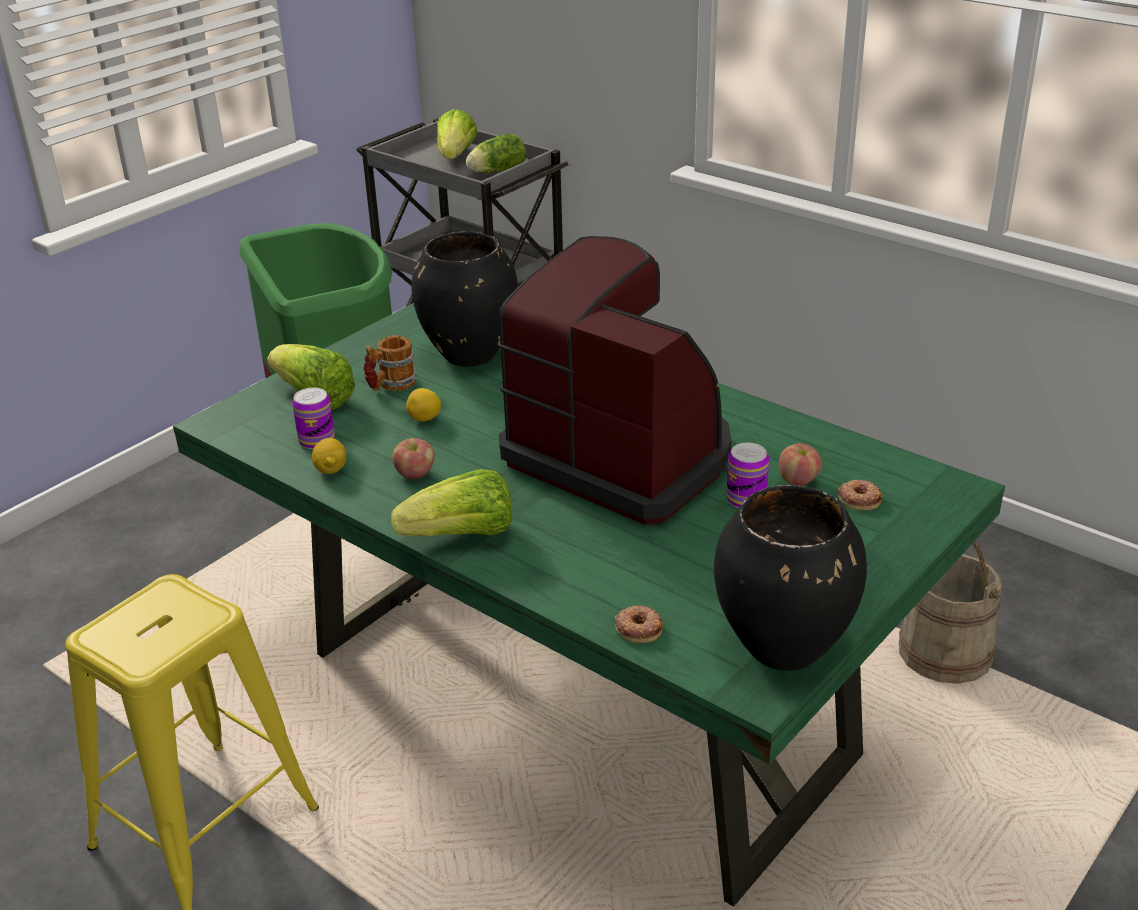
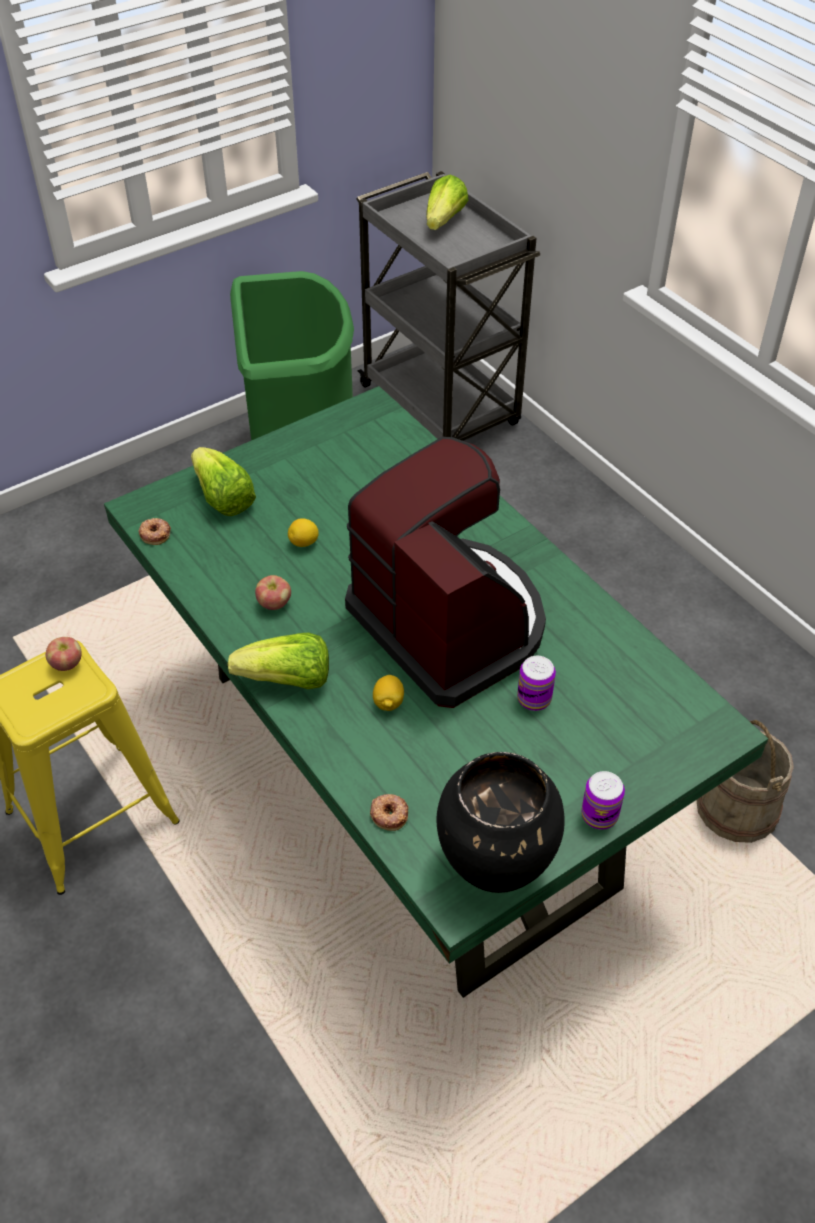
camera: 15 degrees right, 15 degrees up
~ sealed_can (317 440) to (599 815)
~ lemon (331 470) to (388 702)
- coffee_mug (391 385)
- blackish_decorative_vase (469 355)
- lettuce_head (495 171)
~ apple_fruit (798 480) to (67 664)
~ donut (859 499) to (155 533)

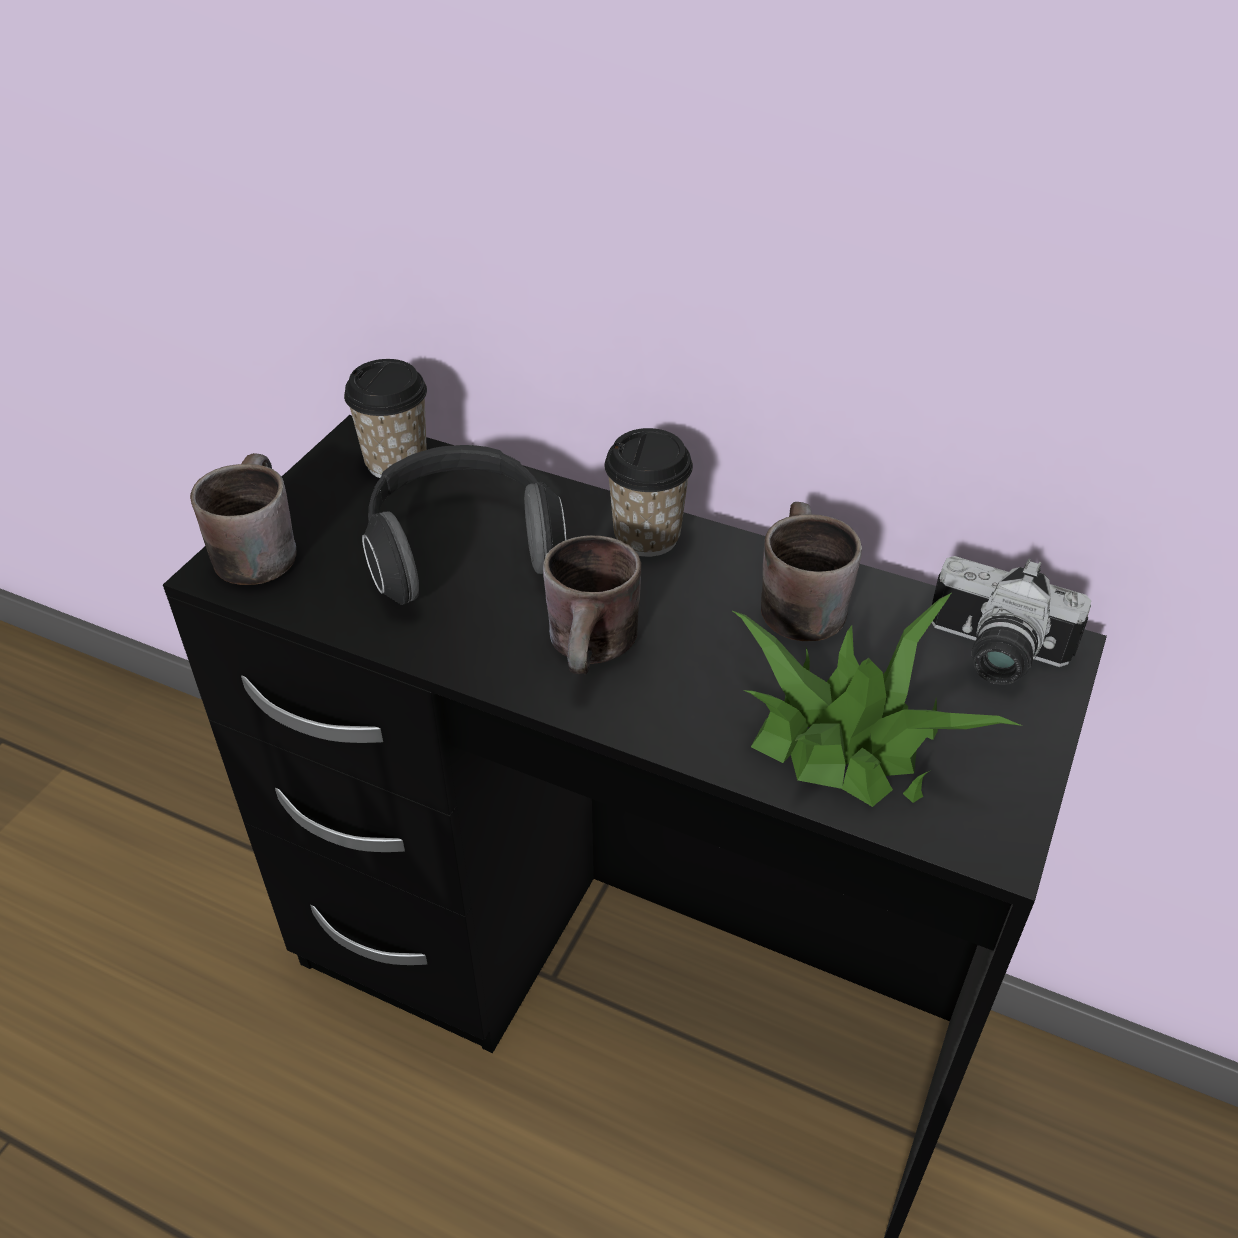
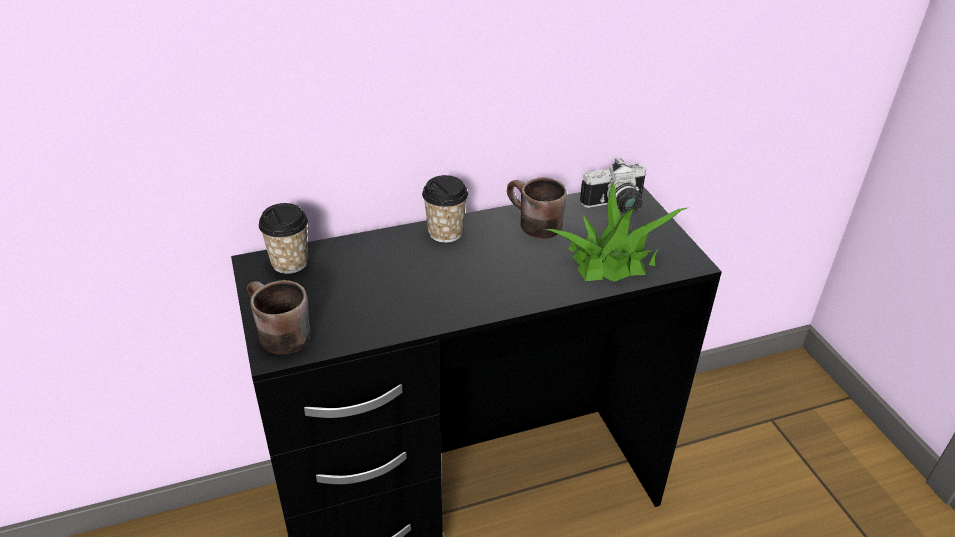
camera: 45 degrees left, 5 degrees down
- headset (461 548)
- brownish_coffee_mug (598 651)

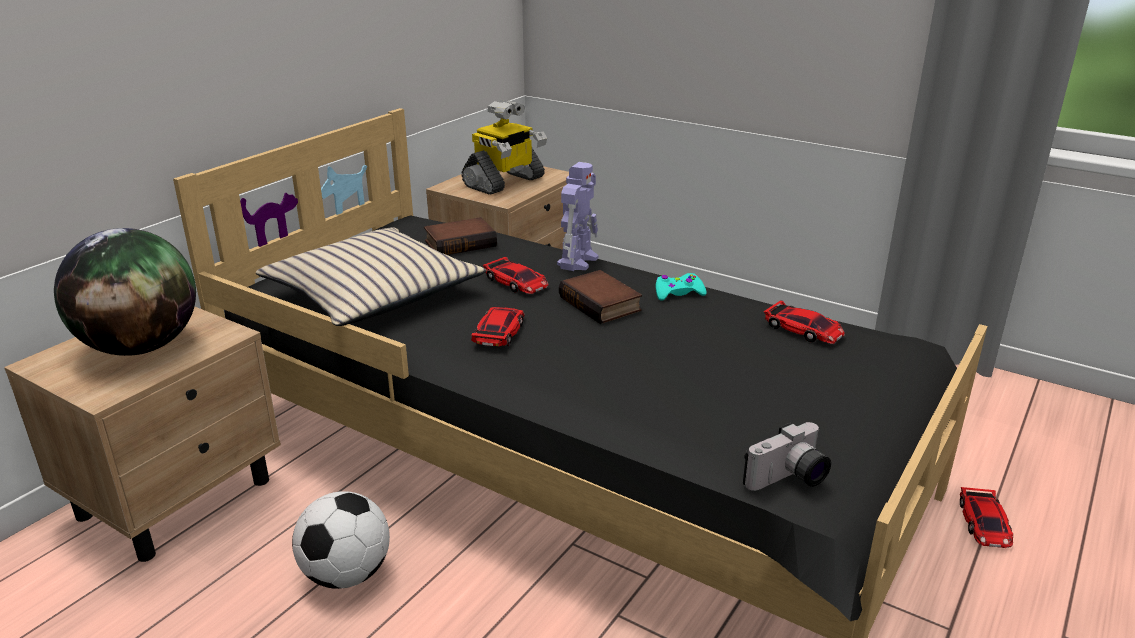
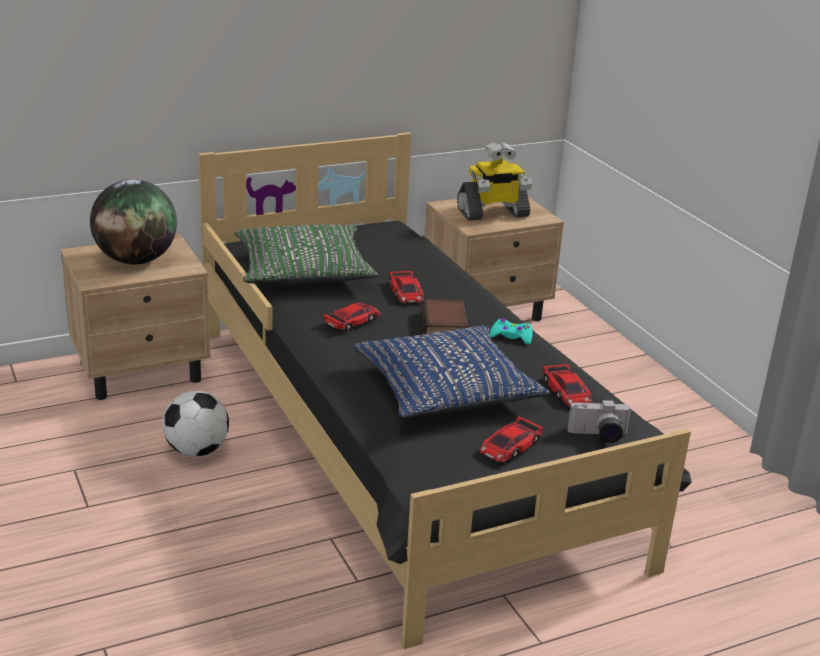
camera: 30 degrees right, 0 degrees up
~ beige-coloured_pillow (372 294) to greenish_pillow (303 270)
- volume (461 242)
- robot_figure (578 261)
~ still_camera (789 480) to (598 436)
~ model_car (984 523) to (510 446)
+ blue-coloured_pillow (446 388)

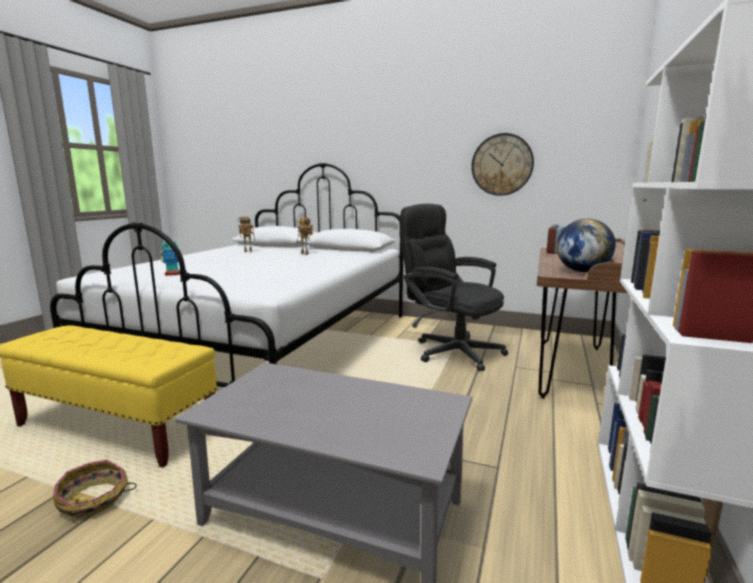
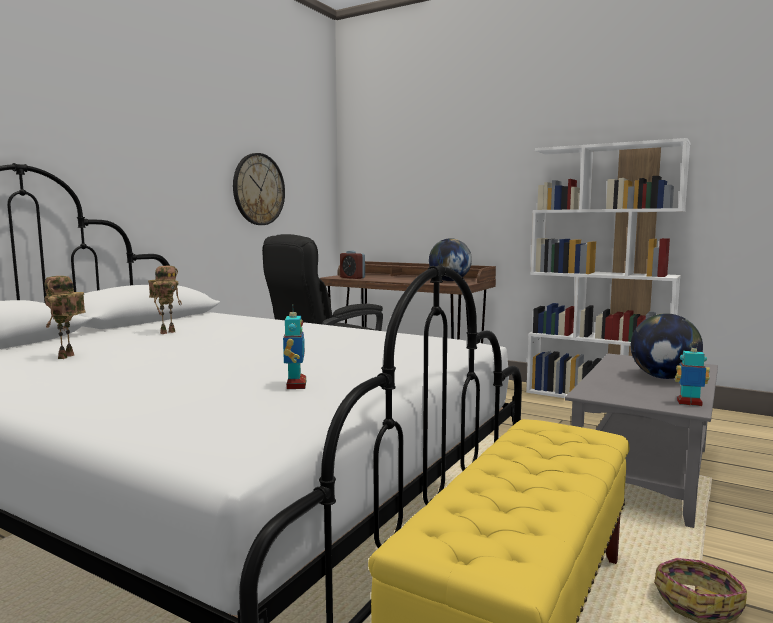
camera: 80 degrees left, 5 degrees down
+ globe (663 377)
+ robot_figure (689 403)

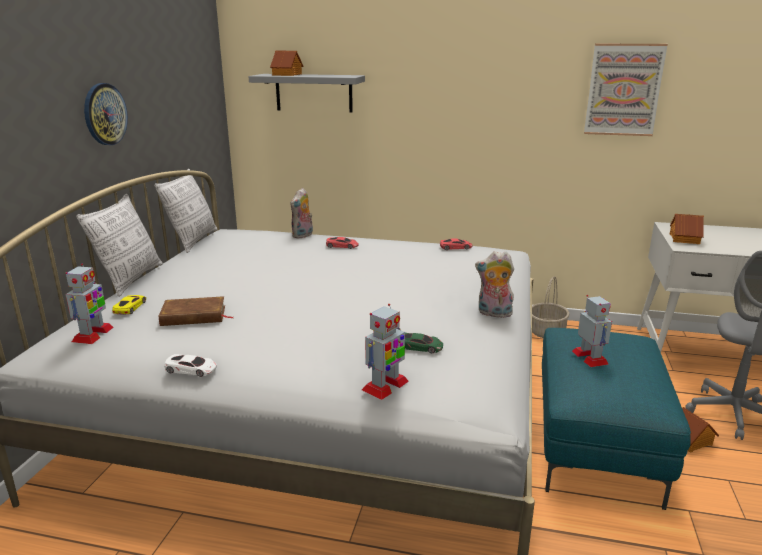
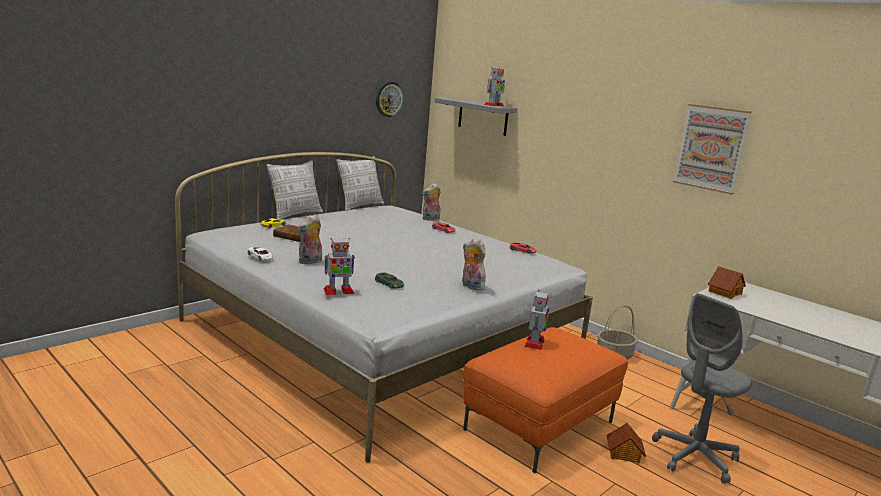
camera: 30 degrees right, 5 degrees down
~ robot_figure (93 335) to (494 105)
~ hanging_clock (104 114) to (389 99)
- model_house (287 74)
~ turquoise-coloured_pouffe (594 445) to orangey_pouffe (538 425)
+ soft_toy (310 262)

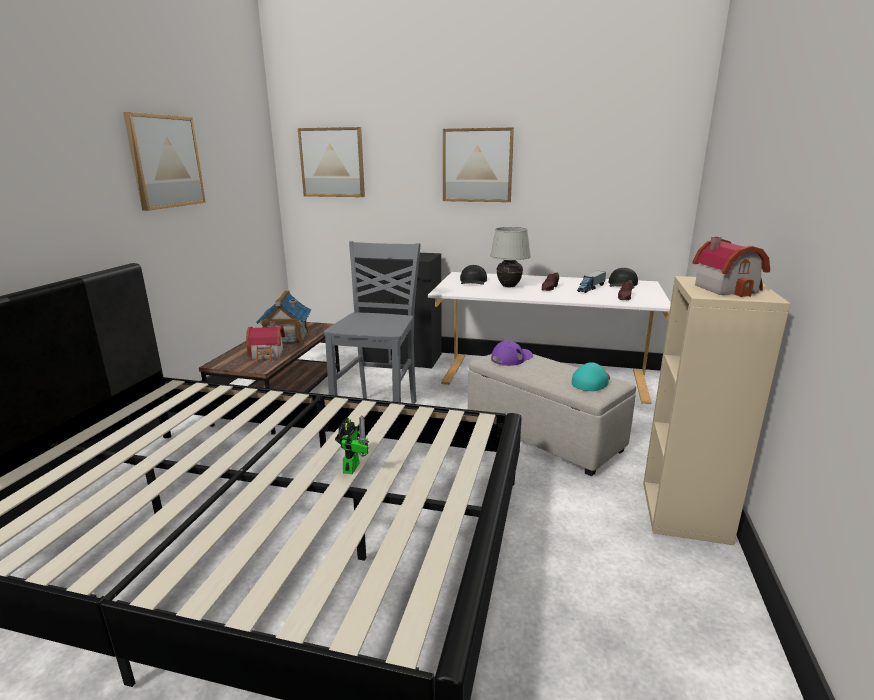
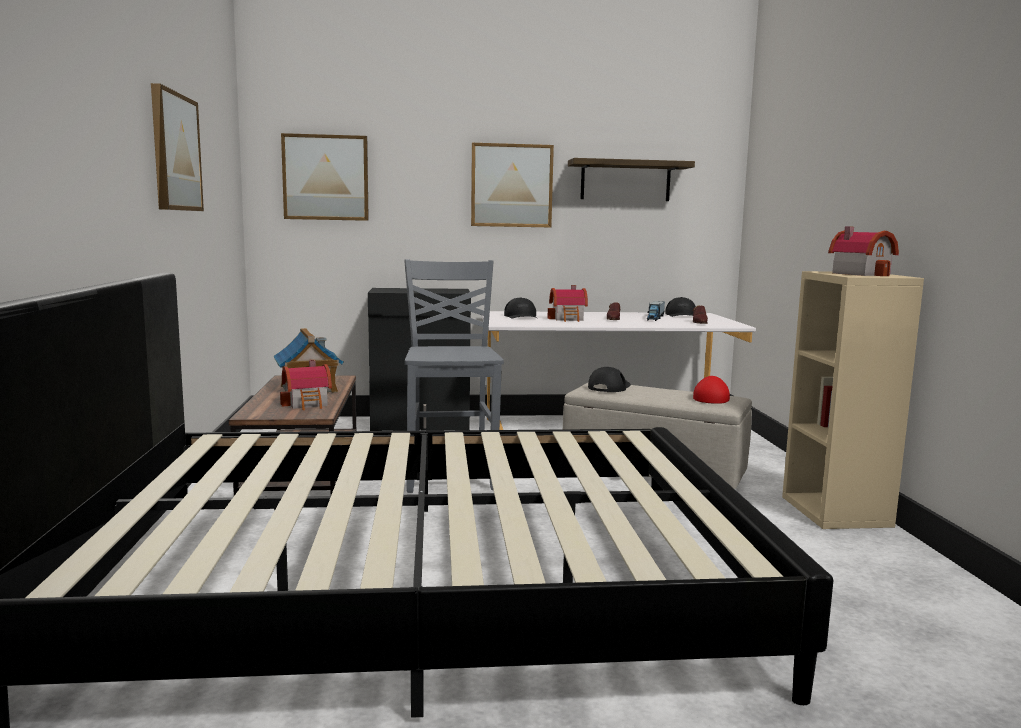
camera: 20 degrees left, 10 degrees down
- robot_figure (352 466)
~ white_table_lamp (509 286) to model_house (569 319)
~ purplish_cap (511 358) to blackish_cap (609 387)
~ turquoise-coloured_cap (591 382) to reddish_cap (711 397)
+ wall_shelf (625 181)

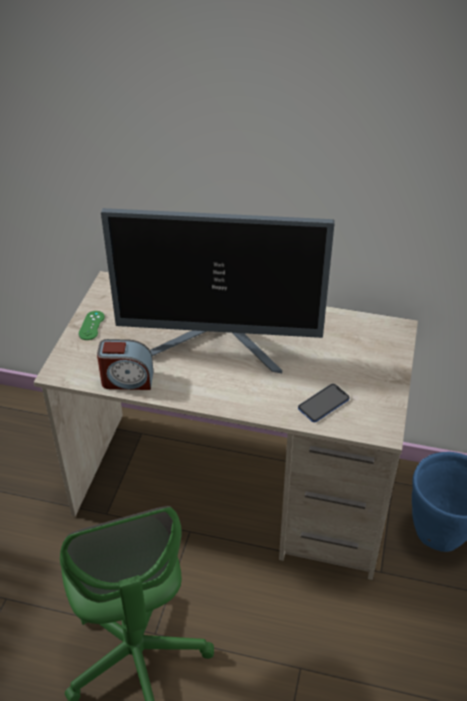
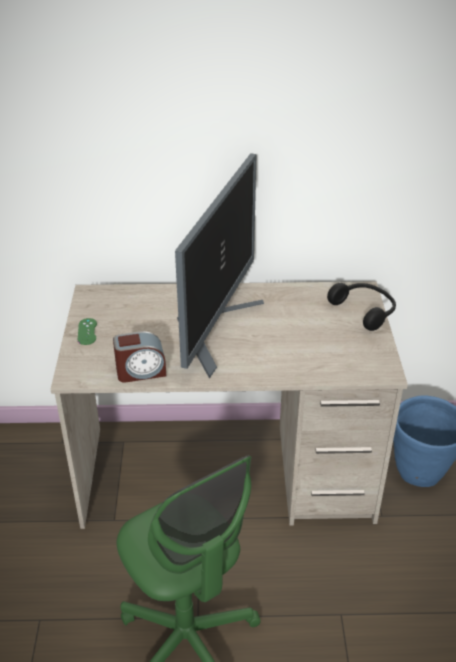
camera: 15 degrees left, 5 degrees down
~ computer_screen (219 345) = (214 329) 60 degrees counterclockwise
- telephone (323 404)
+ blackish_headset (365 310)

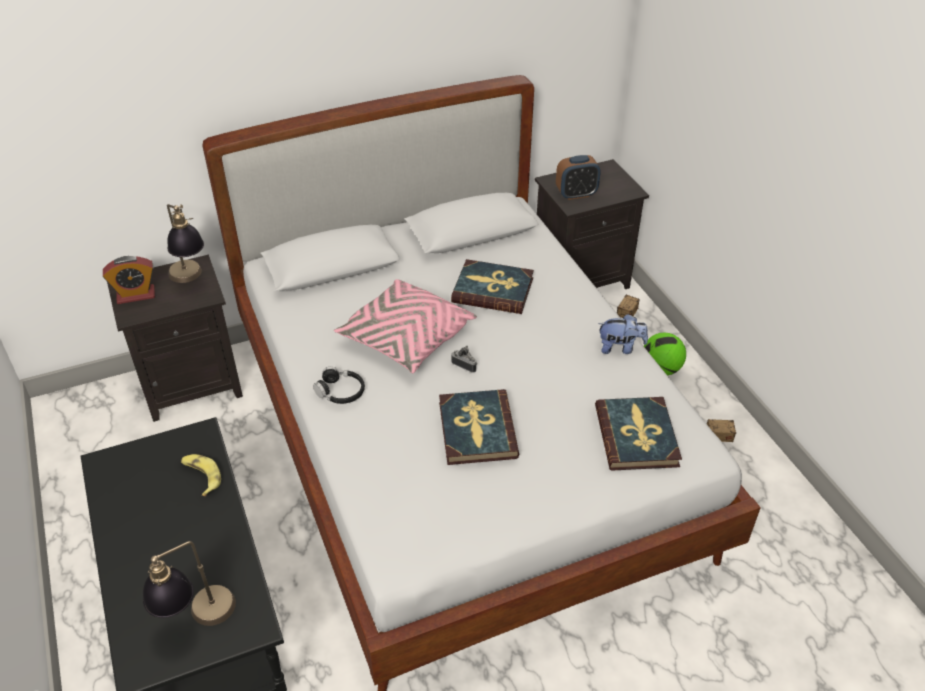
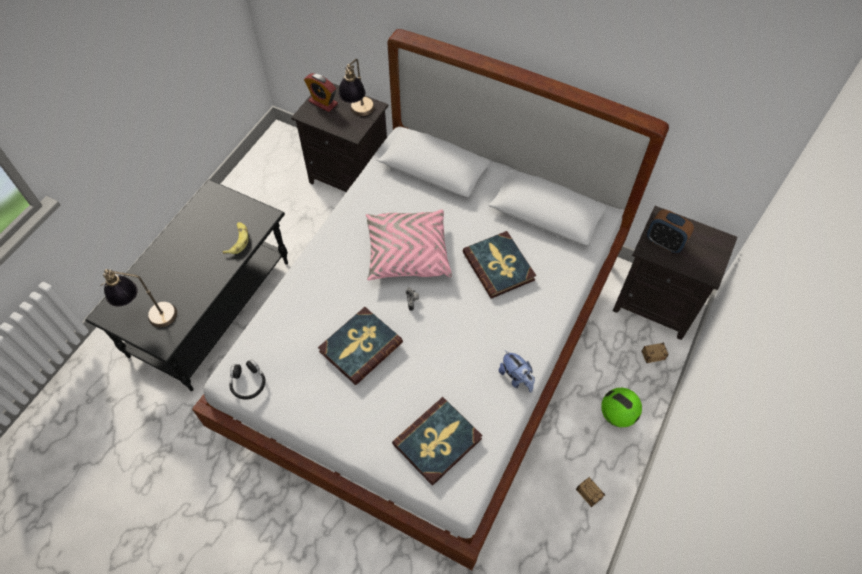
camera: 50 degrees right, 15 degrees up
~ blackish_headset (340 392) to (248 383)

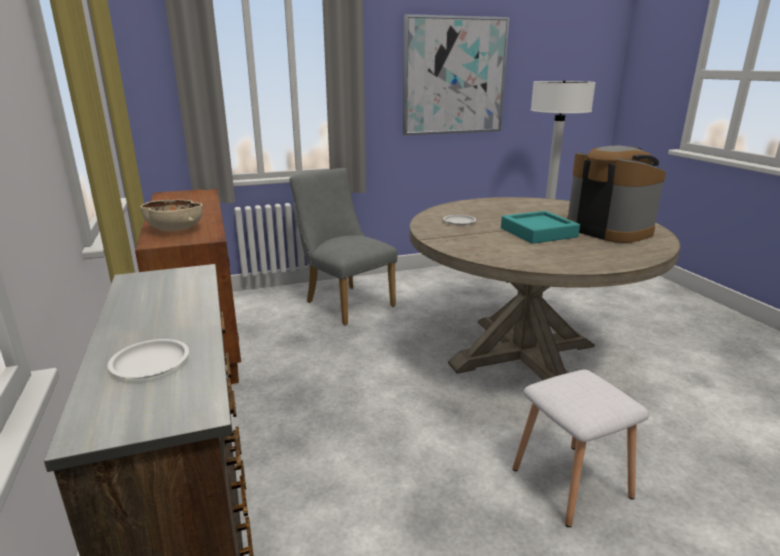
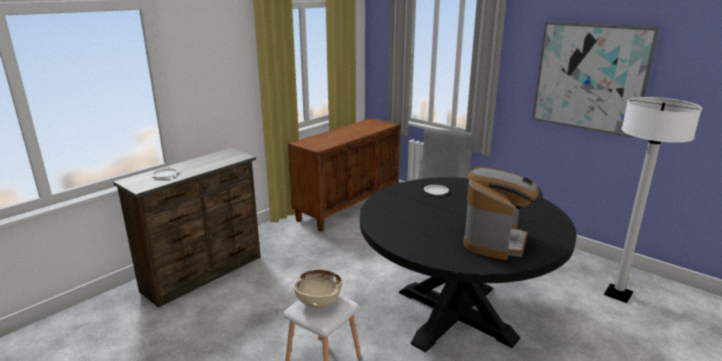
camera: 60 degrees right, 0 degrees up
~ beige-coloured_serving_bowl (174 230) to (318 301)
~ beige-coloured_dining_table (523 354) to blackish_dining_table (455 314)
- turquoise-coloured_tray (538 232)

